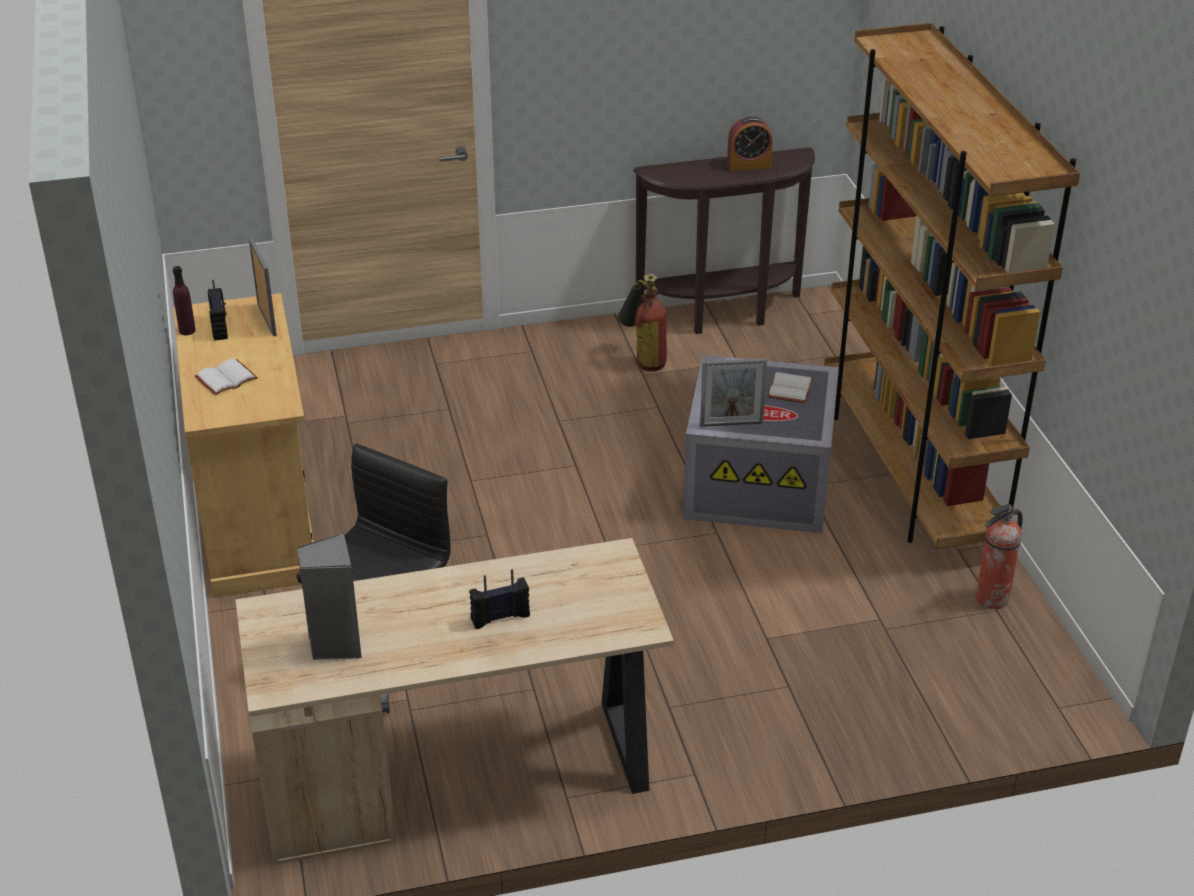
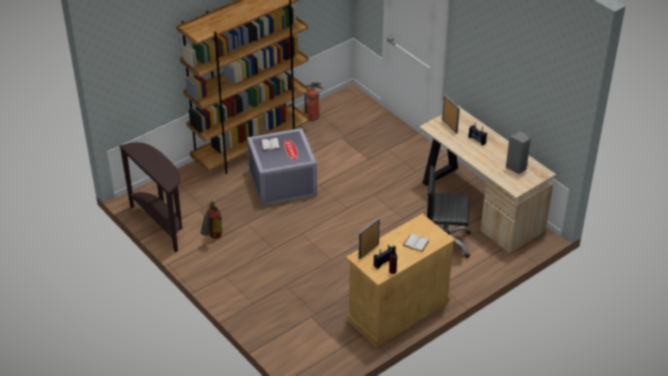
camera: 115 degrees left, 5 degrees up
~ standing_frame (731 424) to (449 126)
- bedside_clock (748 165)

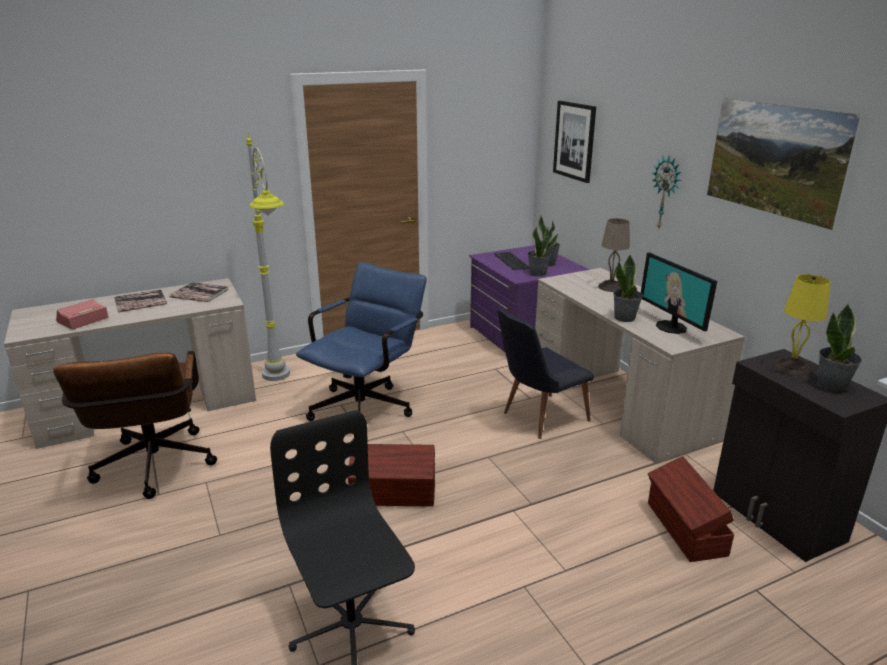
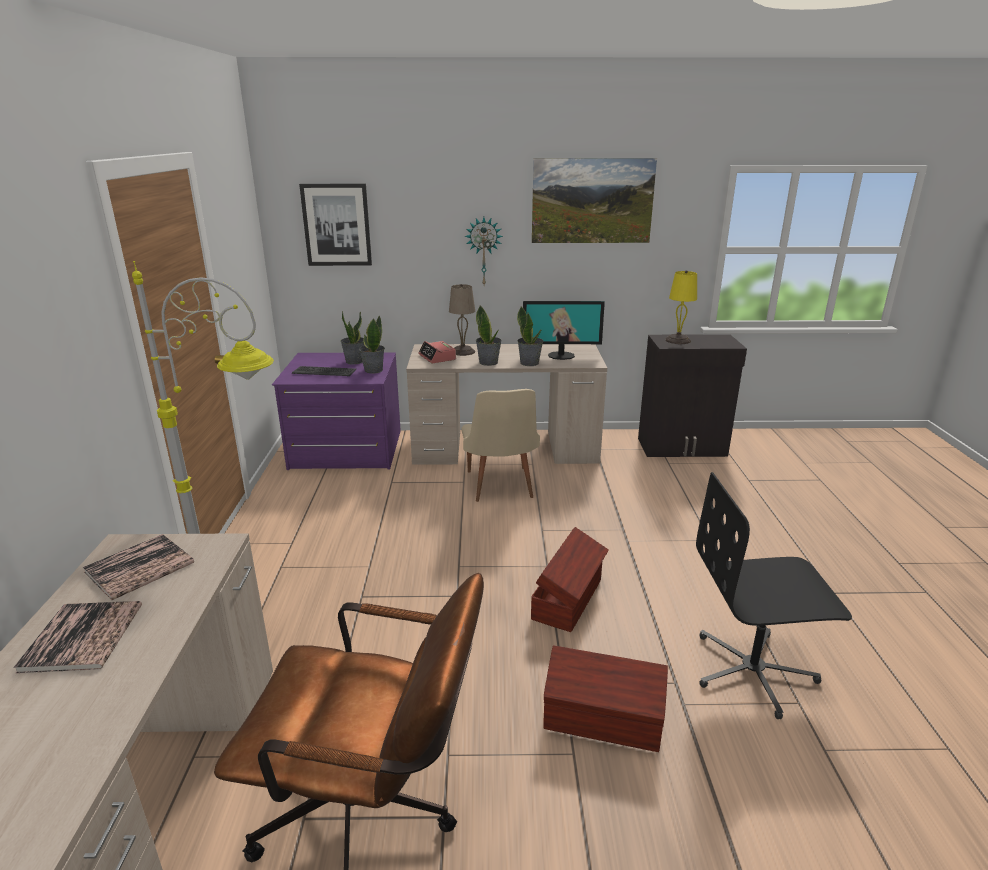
camera: 65 degrees left, 0 degrees up
~ bedside_clock (82 320) to (437 357)
- blue-coloured_computer_chair (367 406)
~ blackish_plain_chair (538 418) to beige-coloured_plain_chair (500 488)
~ brownish_storage_bin (685 529) to (603 721)
~ potted_plant (832 385) to (488 362)

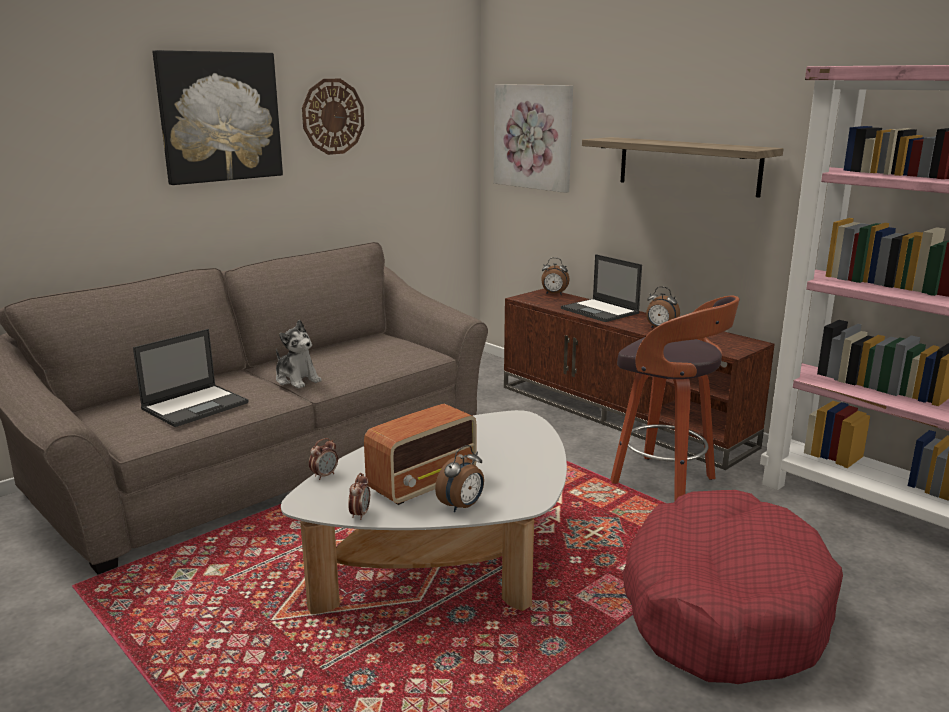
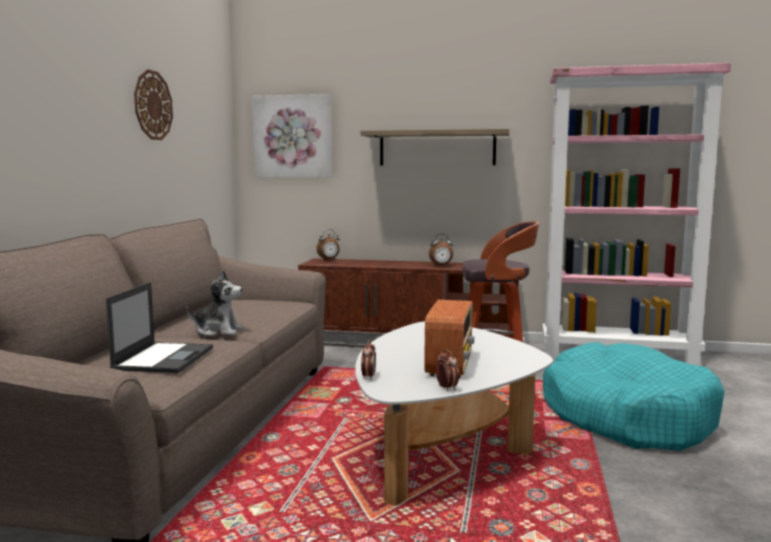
camera: 35 degrees left, 10 degrees down
- picture (220 117)
- bedside_clock (462 506)
- notebook_computer (600 311)
~ reddish_dog_cushion (723 607) to turquoise-coloured_dog_cushion (626 417)

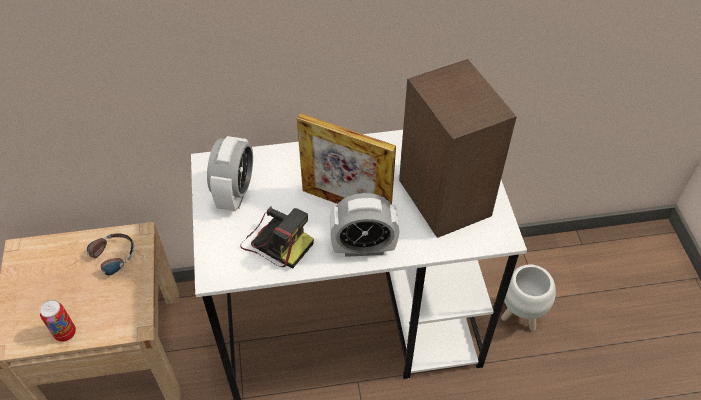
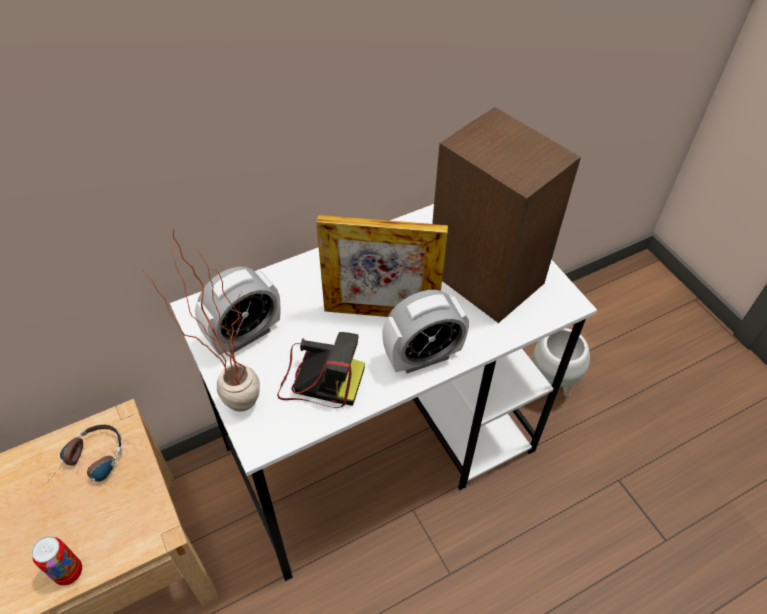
camera: 20 degrees left, 0 degrees up
~ bedside_clock (235 193) = (244 335) 60 degrees clockwise
+ potted_plant (230 400)

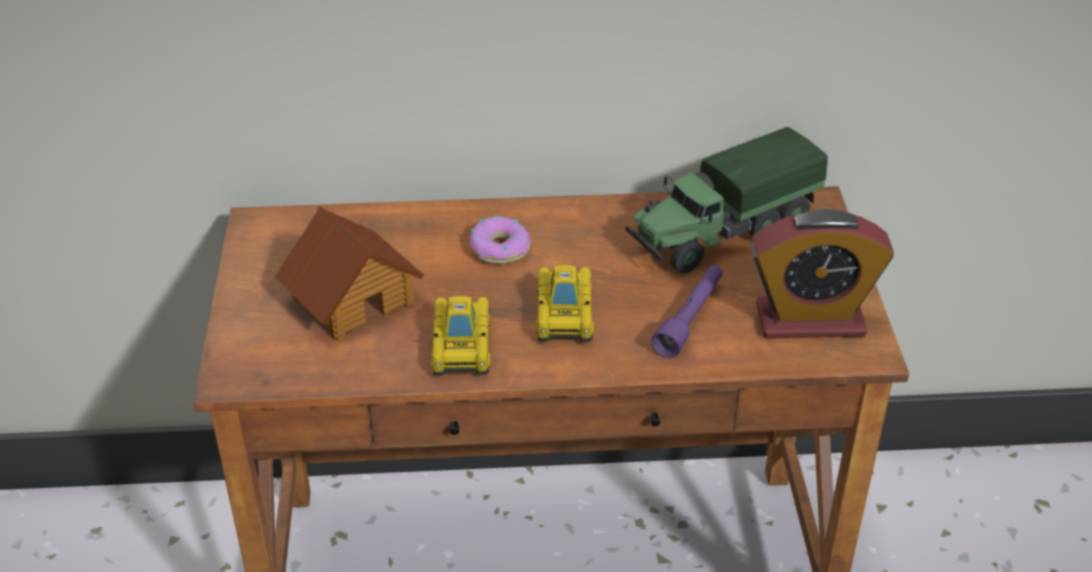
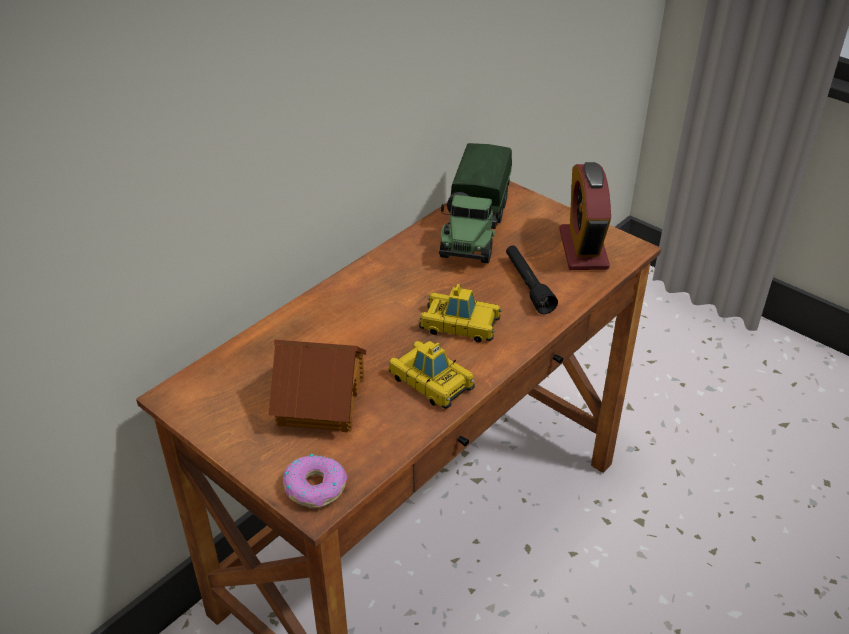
camera: 45 degrees left, 0 degrees up
~ donut (500 248) to (315 487)
~ model_car (564 313) = (460 325) 150 degrees clockwise
~ purplish_hand_torch (690 319) to blackish_hand_torch (527 285)
~ bedside_clock (810 320) = (583 249) 135 degrees clockwise

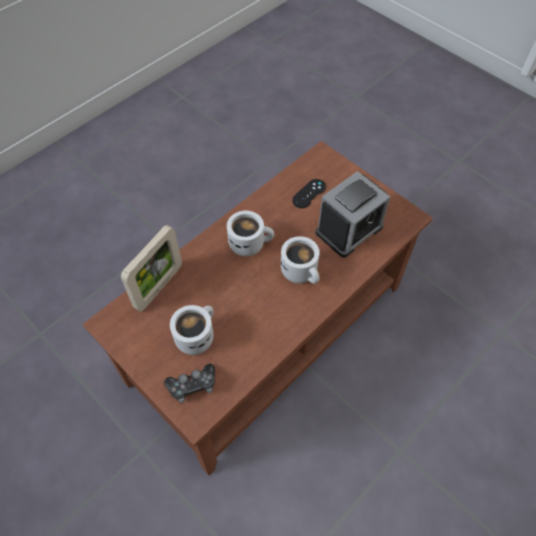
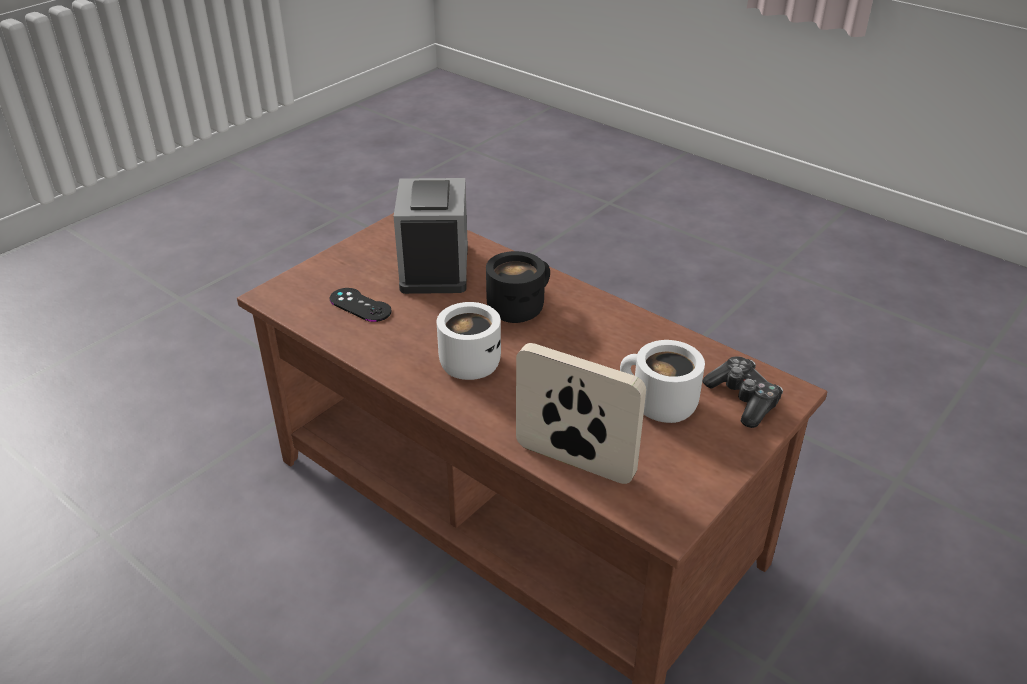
camera: 95 degrees left, 20 degrees down
~ white_coffee_mug (302 272) to blackish_coffee_mug (517 307)
~ bedside_clock (349 229) = (434 267) 45 degrees clockwise

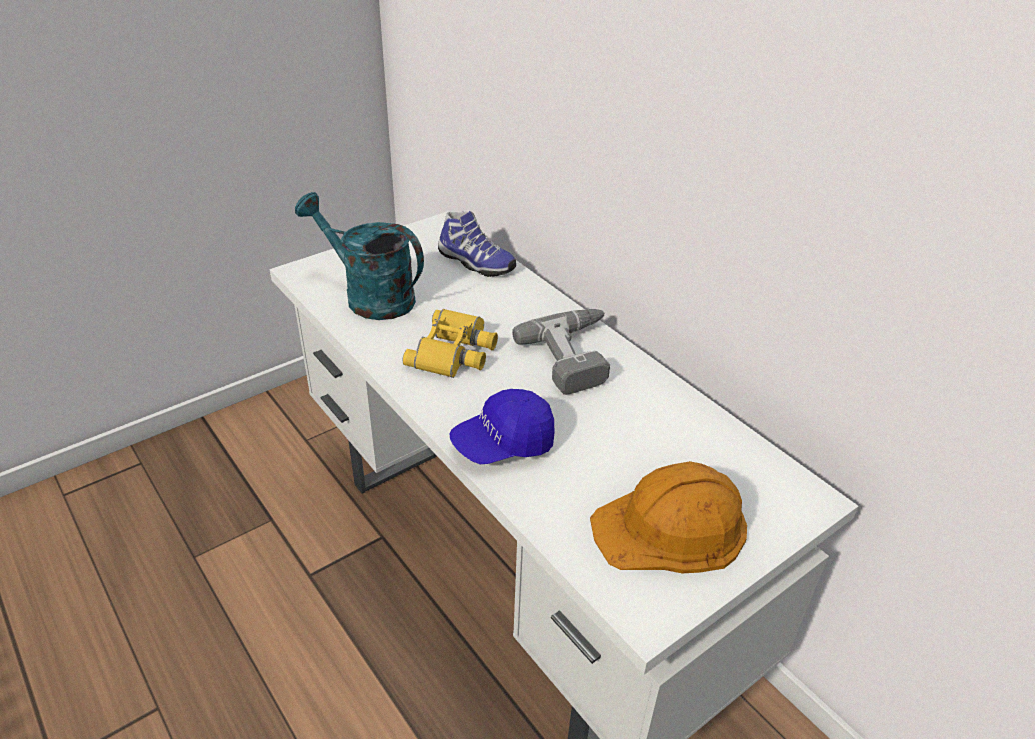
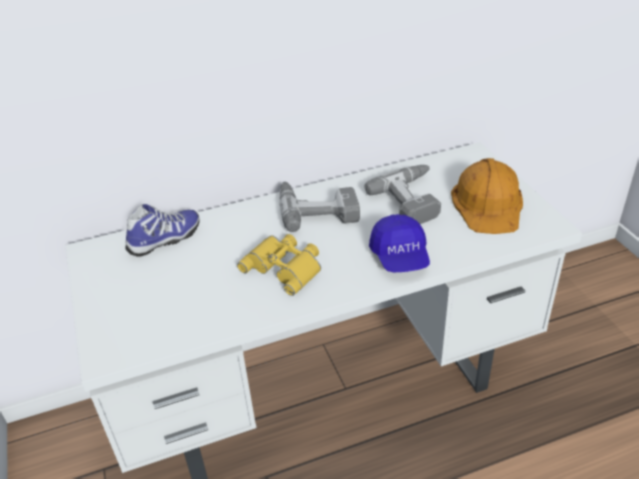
camera: 70 degrees left, 0 degrees up
- turquoise-coloured_sprinkling_can (369 296)
+ electric_drill (414 200)

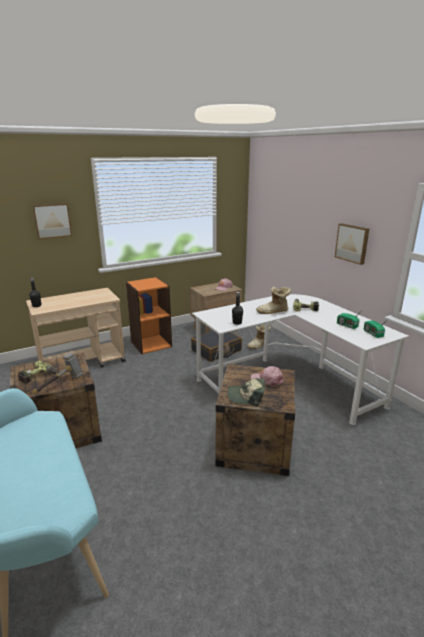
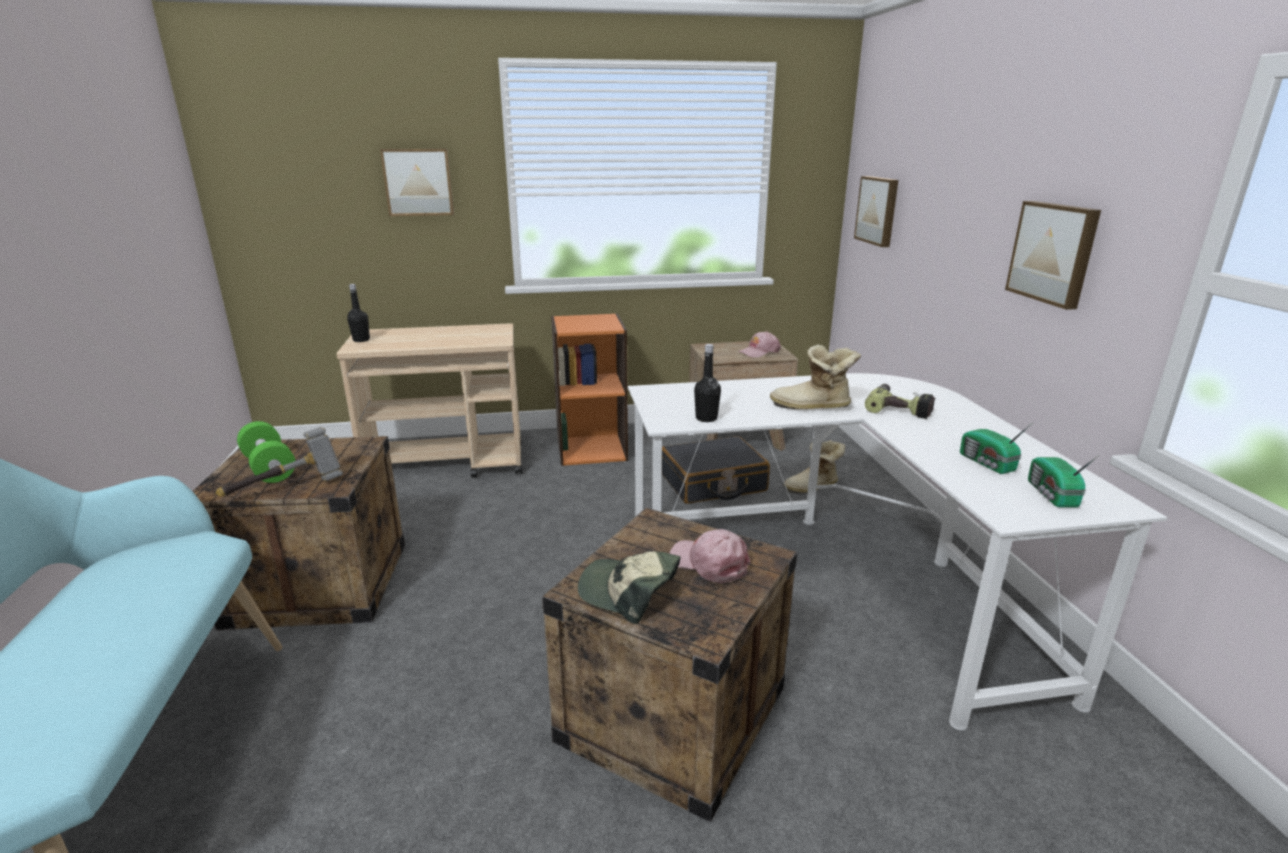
camera: 20 degrees right, 0 degrees up
~ electric_drill (38 377) to greenish_free_weight (269 468)
+ picture (878 210)

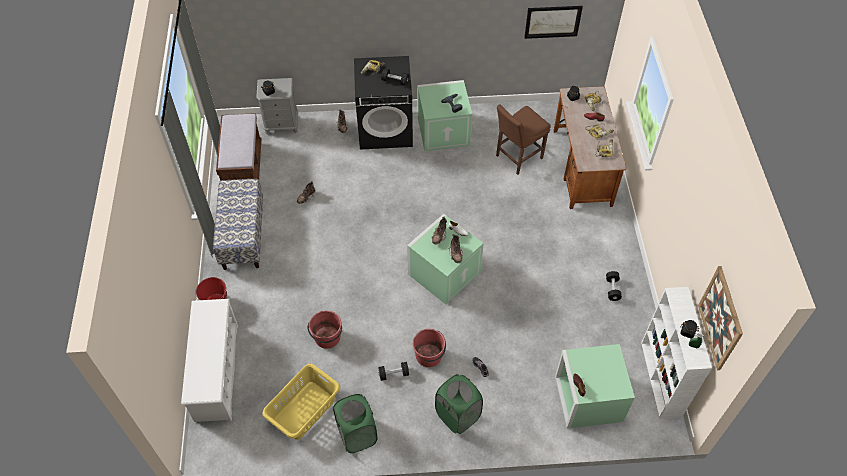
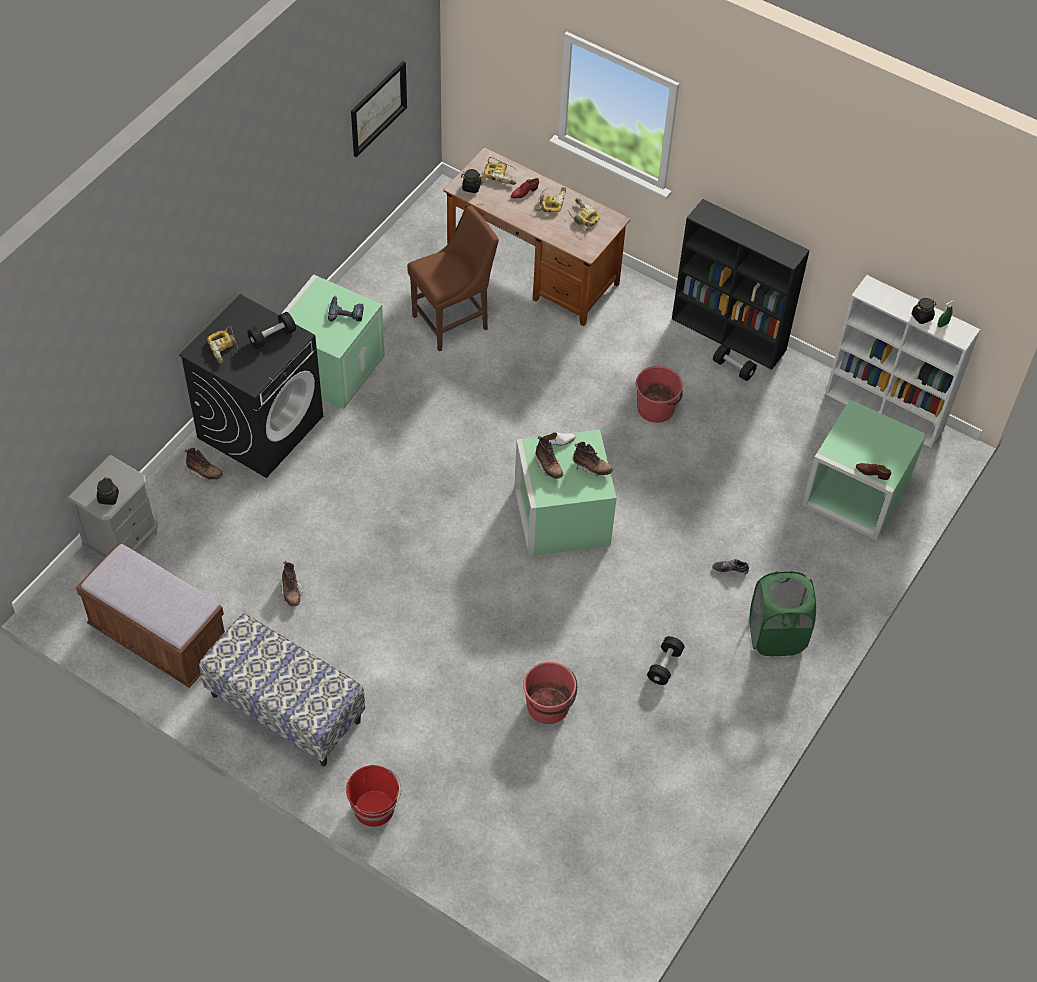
camera: 55 degrees left, 0 degrees up
- white_shoe_rack (216 372)
- yellow-coloured_washing_basket (303 410)
- greenish_washing_basket (357 434)
~ reddish_pail (429 356) to (656 408)
~ brownish_plain_chair (517 158) = (453 321) 120 degrees counterclockwise
- picture (720 318)
+ blackish_bookcase (729 335)

